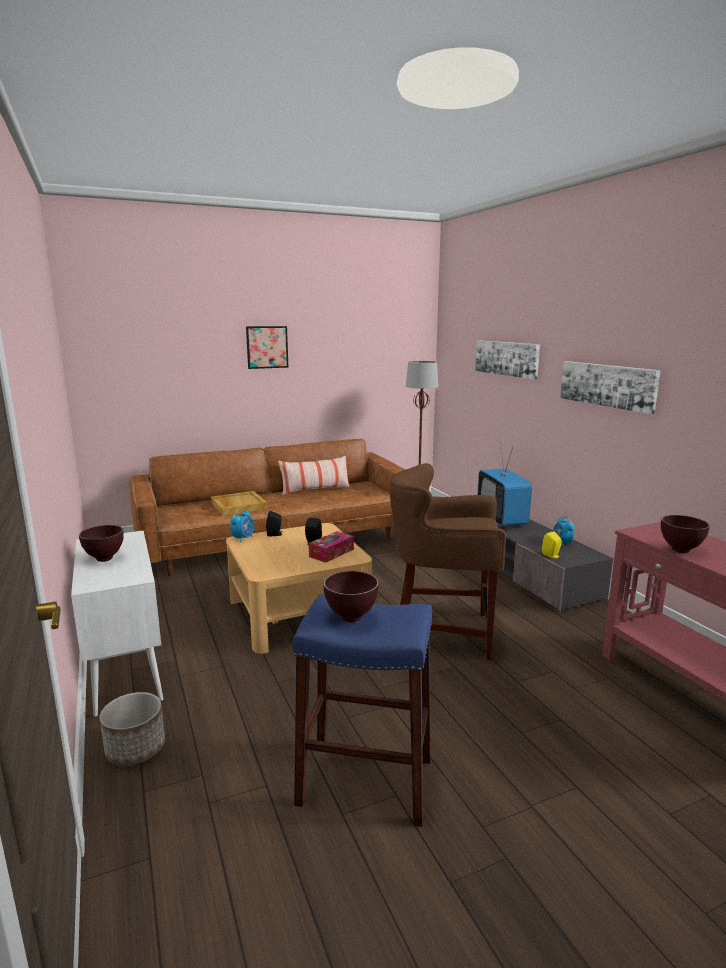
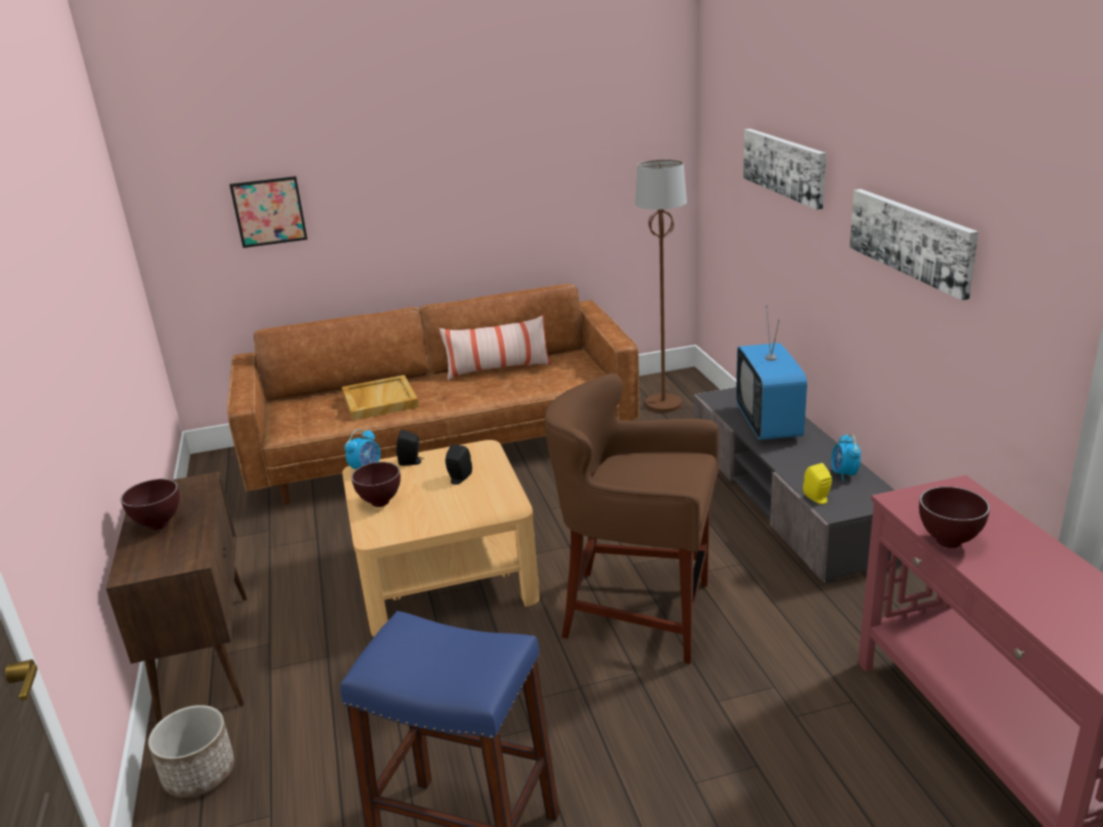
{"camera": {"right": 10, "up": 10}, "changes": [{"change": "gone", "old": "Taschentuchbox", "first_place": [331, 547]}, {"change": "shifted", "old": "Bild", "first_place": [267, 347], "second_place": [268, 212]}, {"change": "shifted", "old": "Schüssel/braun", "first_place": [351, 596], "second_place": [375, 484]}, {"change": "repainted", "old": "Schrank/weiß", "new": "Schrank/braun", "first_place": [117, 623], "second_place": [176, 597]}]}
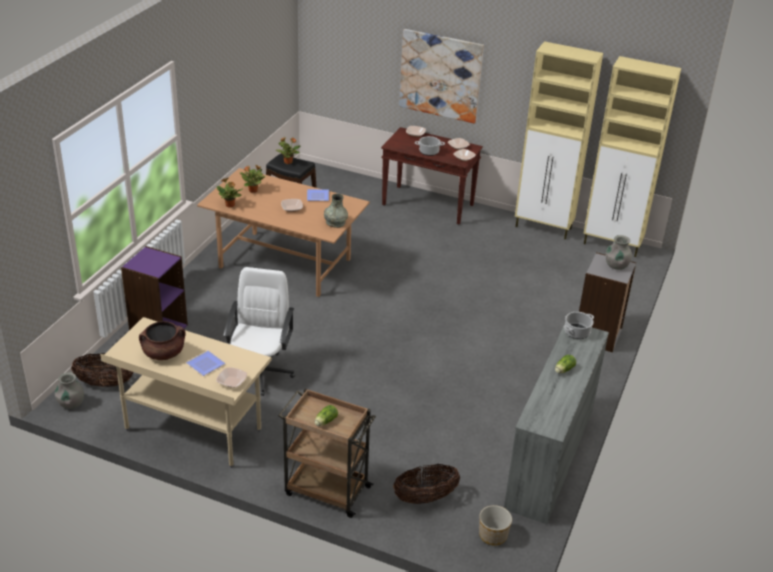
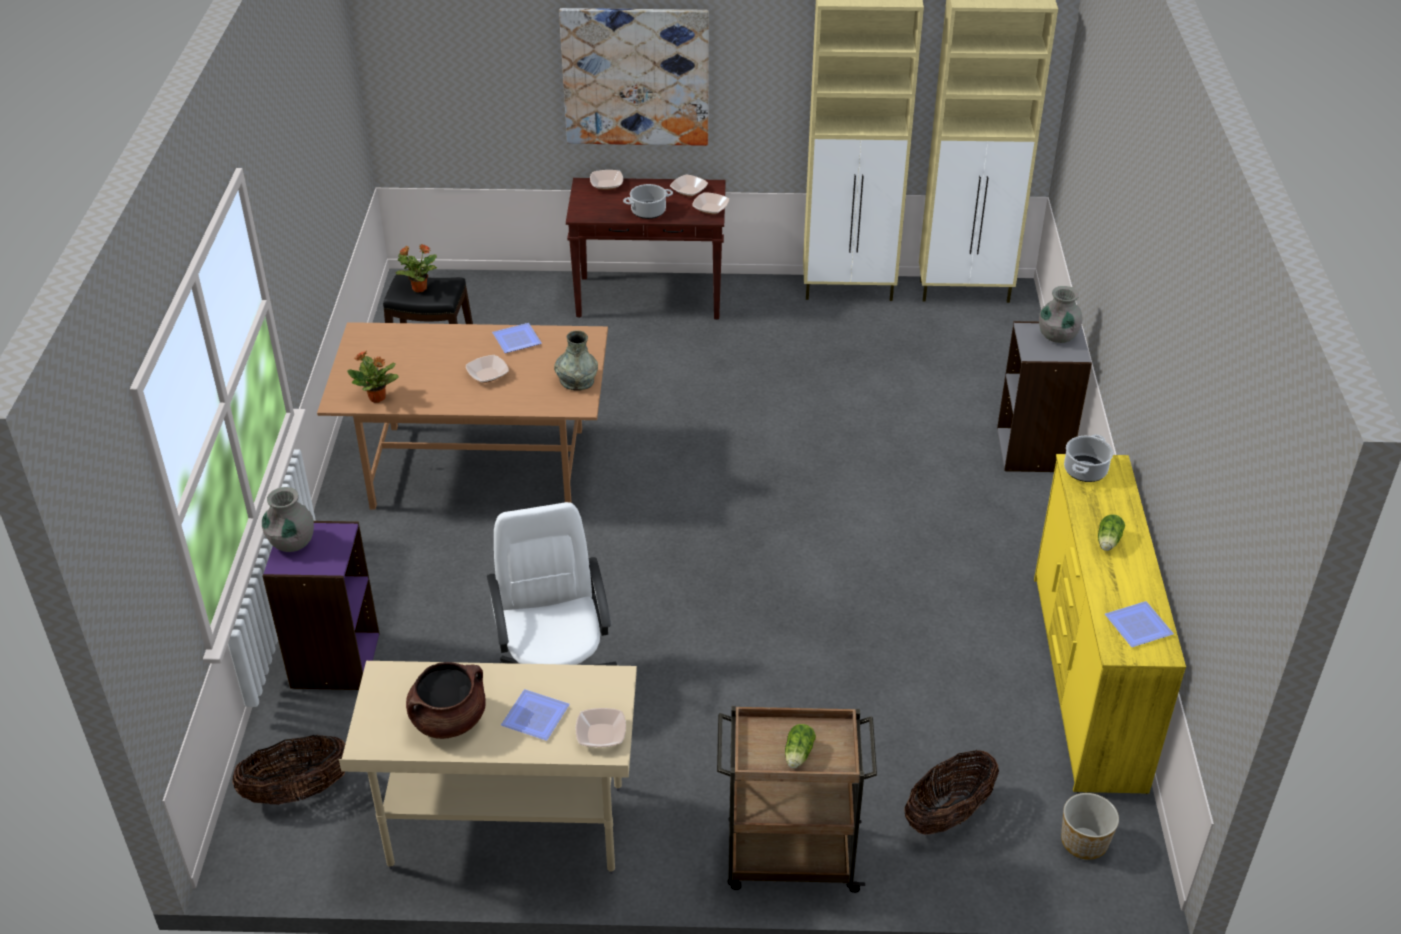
{"camera": {"right": -20, "up": 5}, "changes": [{"change": "gone", "old": "Topfpflanze", "first_place": [252, 179]}, {"change": "new", "new": "Teller", "second_place": [1139, 624]}, {"change": "shifted", "old": "Vase/grau", "first_place": [69, 390], "second_place": [288, 519]}, {"change": "repainted", "old": "Kommode/grau", "new": "Kommode/gelb", "first_place": [556, 424], "second_place": [1110, 624]}]}
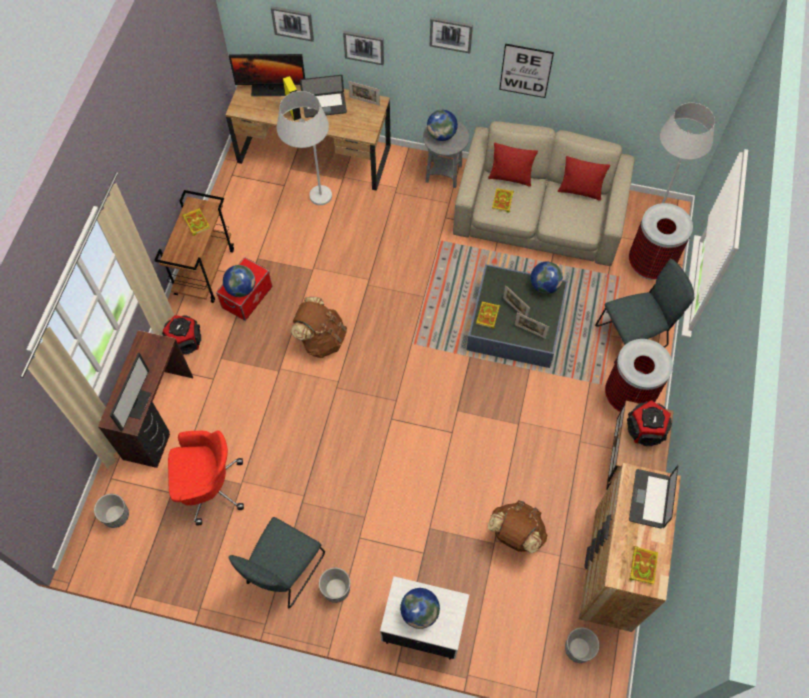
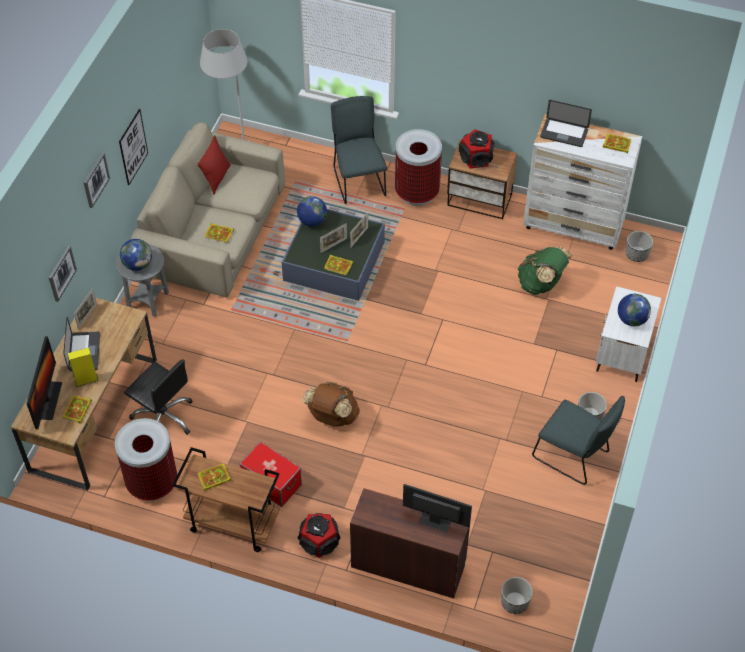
{"camera": {"right": -85, "up": -10}, "changes": [{"change": "gone", "old": "Bürostuhl/rot", "first_place": [206, 478]}, {"change": "gone", "old": "Globus", "first_place": [239, 281]}, {"change": "gone", "old": "Bild", "first_place": [292, 24]}, {"change": "gone", "old": "Kissen/rot", "first_place": [513, 165]}, {"change": "new", "new": "Buch", "second_place": [77, 409]}, {"change": "shifted", "old": "Mülleimer", "first_place": [661, 241], "second_place": [146, 459]}, {"change": "swapped", "old": "Stehlampe/weiß", "new": "Bürostuhl/schwarz", "first_place": [304, 148], "second_place": [158, 397]}, {"change": "repainted", "old": "Rucksack/braun", "new": "Rucksack/grün", "first_place": [517, 526], "second_place": [545, 271]}, {"change": "repainted", "old": "Kommode/braun", "new": "Kommode/weiß", "first_place": [630, 547], "second_place": [582, 182]}]}
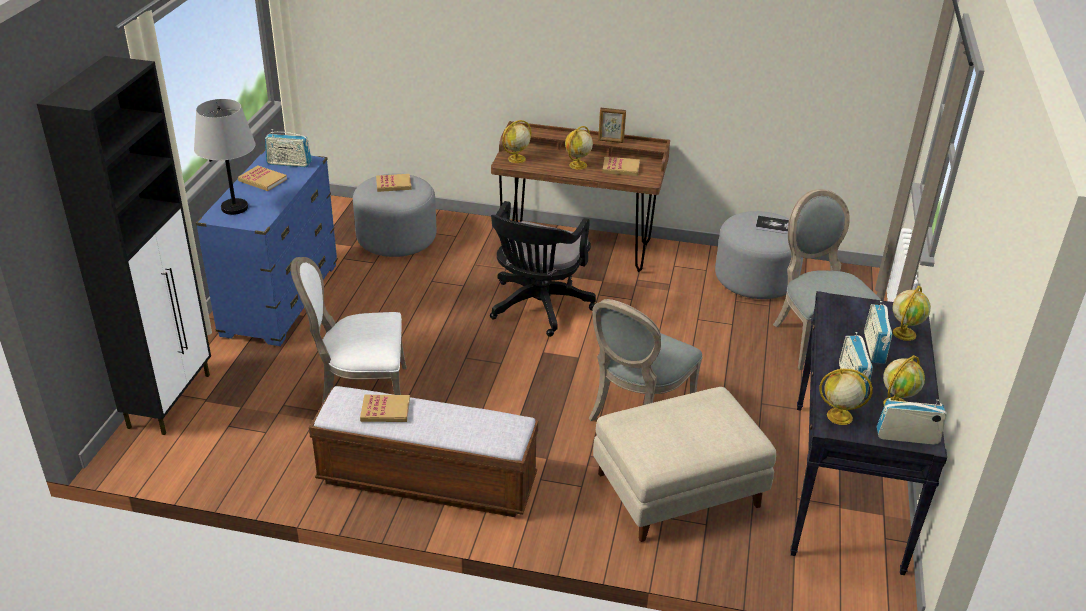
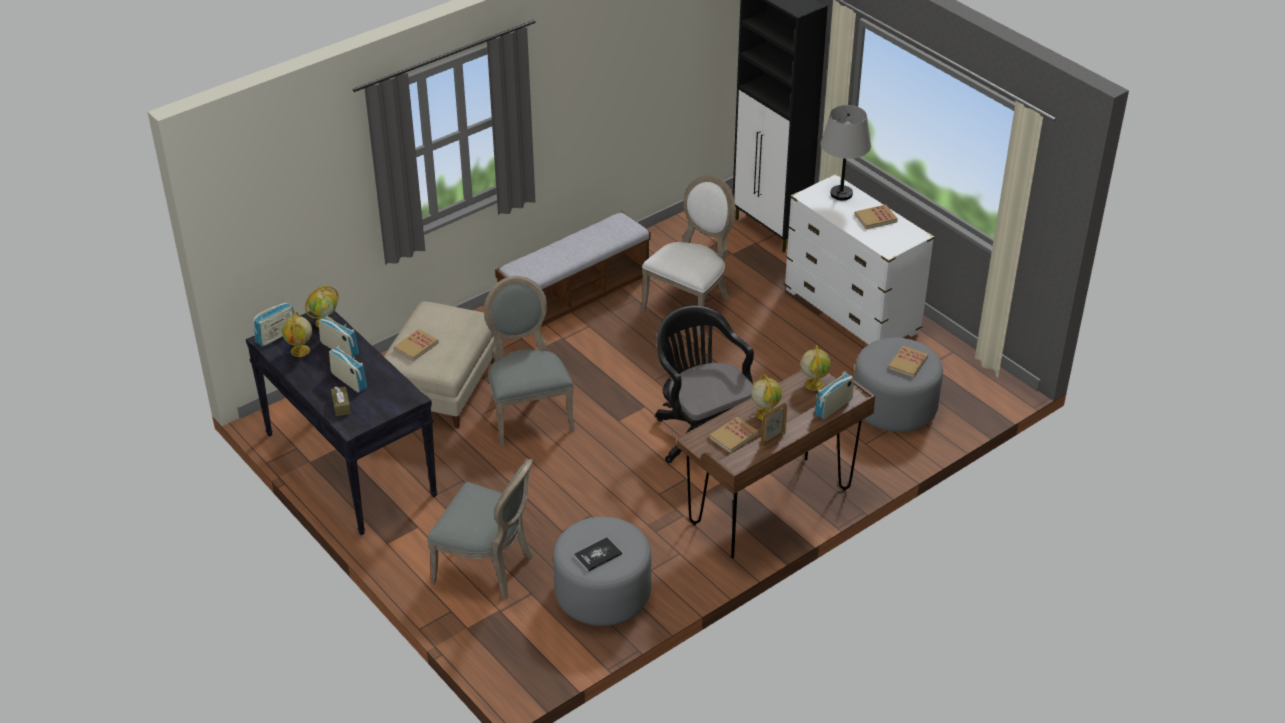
{"camera": {"right": 130, "up": 5}, "changes": [{"change": "shifted", "old": "Radio", "first_place": [288, 148], "second_place": [834, 395]}, {"change": "shifted", "old": "Buch", "first_place": [385, 408], "second_place": [416, 345]}, {"change": "swapped", "old": "Globus", "new": "Taschentuchbox/braun", "first_place": [912, 313], "second_place": [341, 401]}, {"change": "repainted", "old": "Kommode/blau", "new": "Kommode/weiß", "first_place": [267, 247], "second_place": [859, 259]}]}
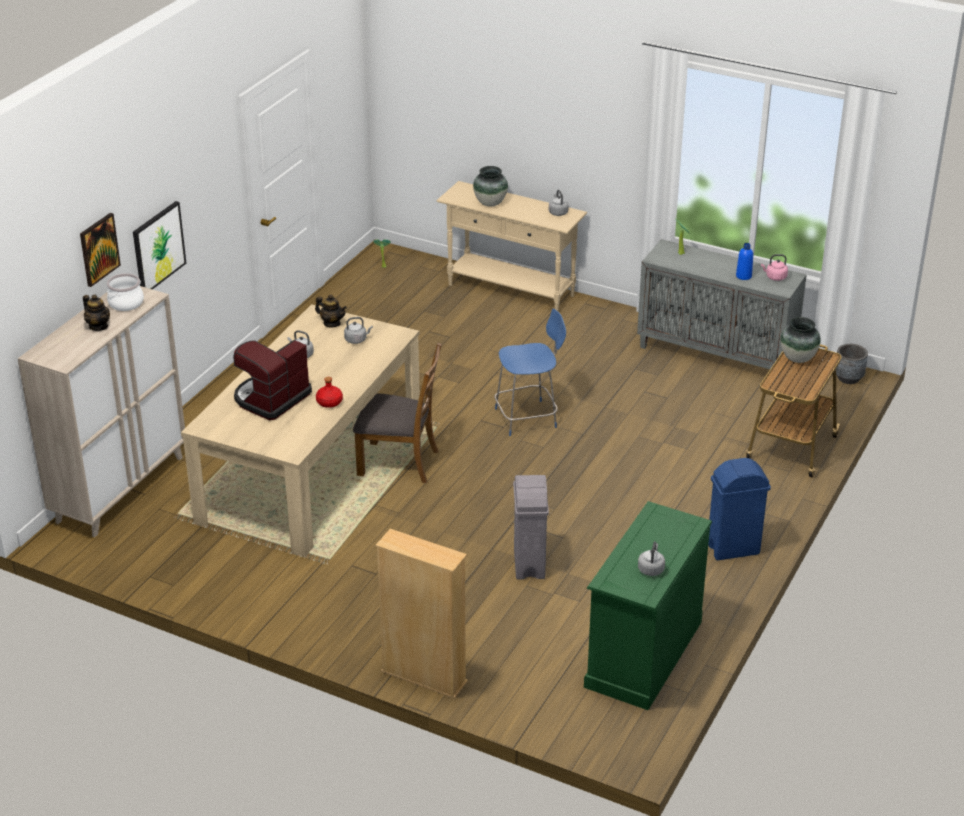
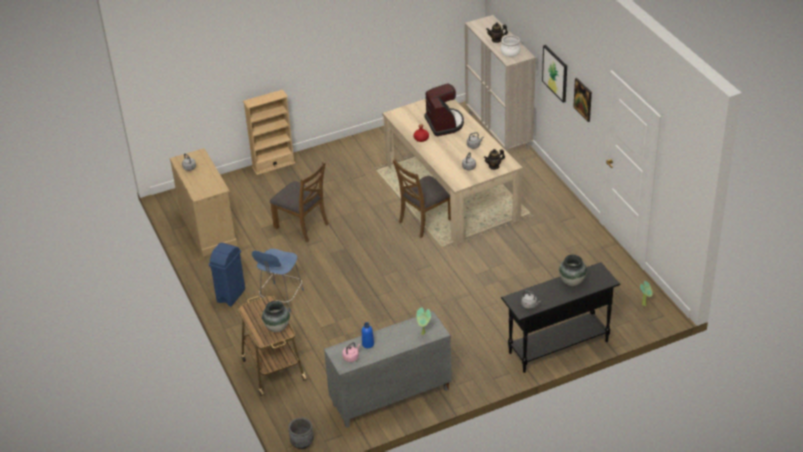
{"camera": {"right": 130, "up": 5}, "changes": [{"change": "shifted", "old": "Bild", "first_place": [100, 250], "second_place": [582, 100]}, {"change": "shifted", "old": "Stuhl/blau", "first_place": [530, 372], "second_place": [278, 280]}, {"change": "swapped", "old": "Mülleimer/grau", "new": "Stuhl/braun", "first_place": [531, 527], "second_place": [299, 201]}, {"change": "repainted", "old": "Konsolentisch/beige", "new": "Konsolentisch/schwarz", "first_place": [512, 246], "second_place": [560, 317]}, {"change": "repainted", "old": "Kommode/grün", "new": "Kommode/beige", "first_place": [648, 605], "second_place": [204, 202]}]}
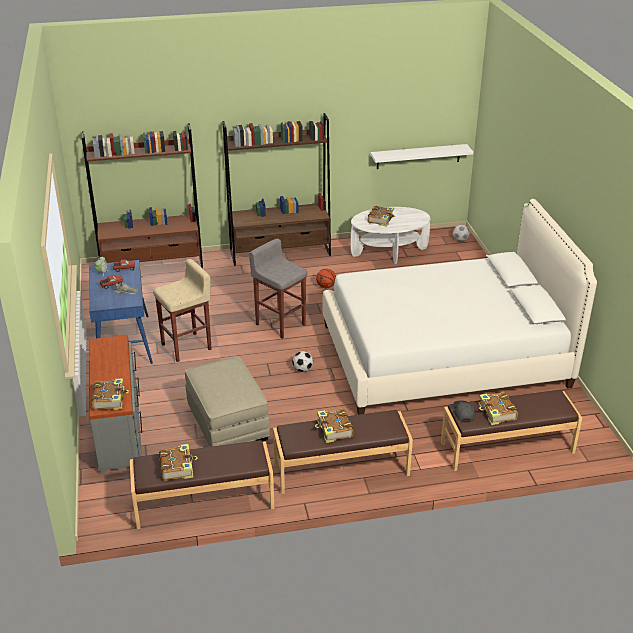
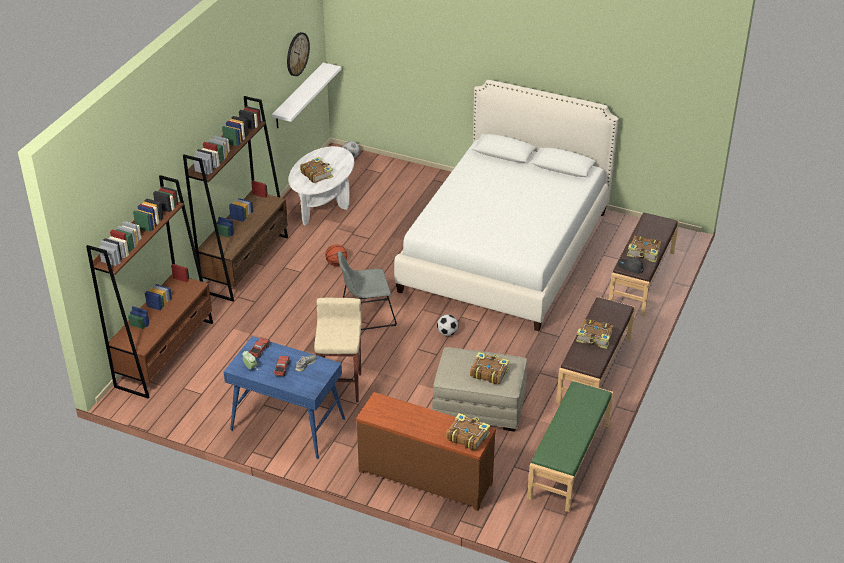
{"camera": {"right": -55, "up": 5}, "changes": [{"change": "new", "new": "Wanduhr", "second_place": [298, 54]}, {"change": "shifted", "old": "Buch", "first_place": [178, 462], "second_place": [489, 368]}, {"change": "swapped", "old": "Hocker/grau", "new": "Stuhl/grau", "first_place": [278, 289], "second_place": [367, 290]}, {"change": "repainted", "old": "Kommode/grau", "new": "Kommode/braun", "first_place": [115, 404], "second_place": [426, 451]}, {"change": "repainted", "old": "Bank/braun", "new": "Bank/grün", "first_place": [202, 484], "second_place": [570, 446]}]}
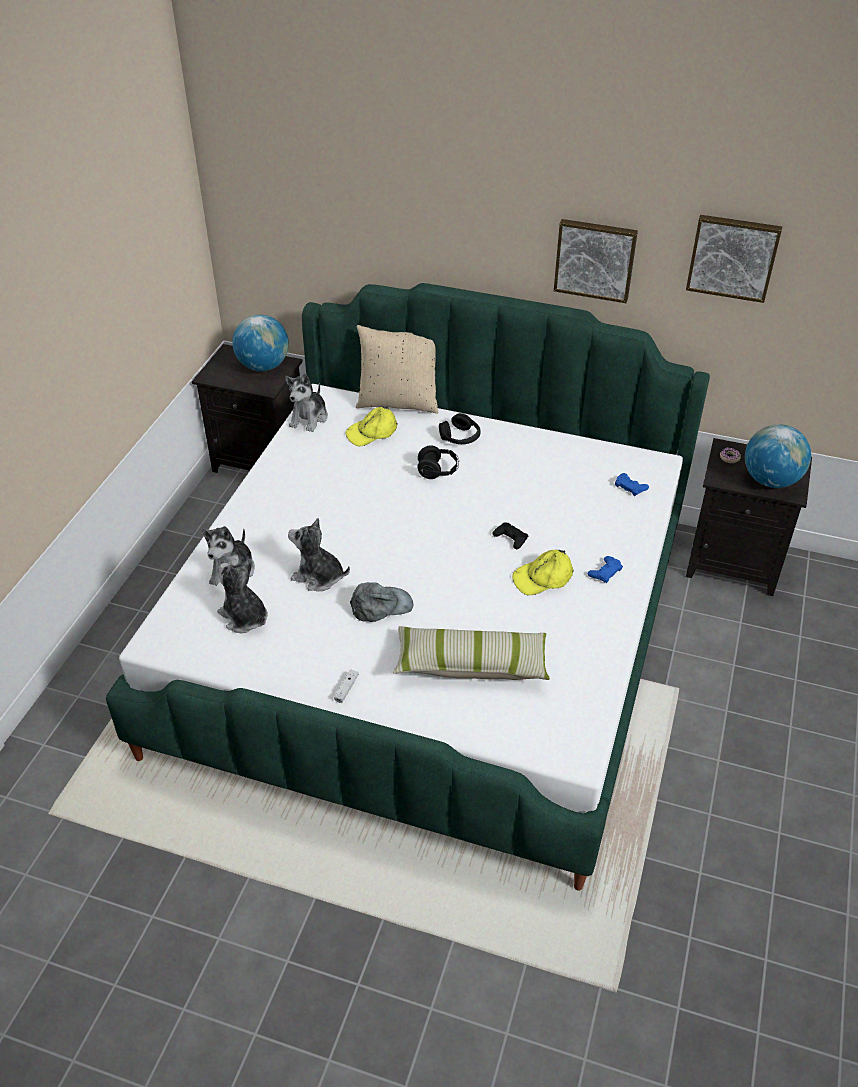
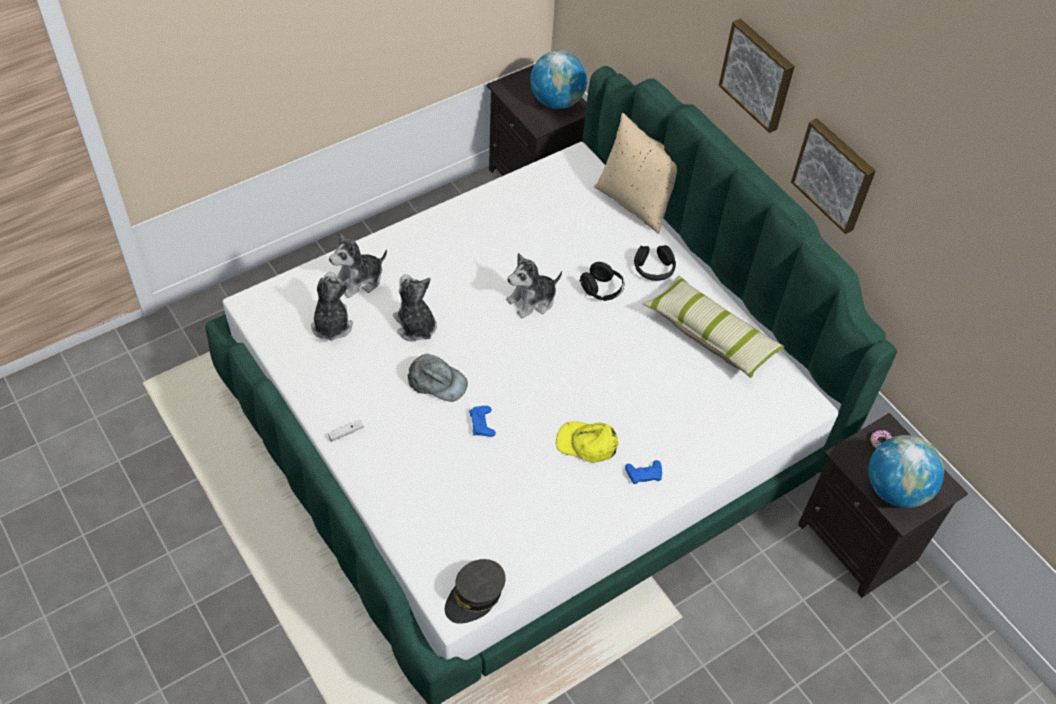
{"camera": {"right": 35, "up": 10}, "changes": [{"change": "gone", "old": "Kappe/gelb", "first_place": [372, 427]}, {"change": "gone", "old": "Gamepad/schwarz", "first_place": [510, 535]}, {"change": "new", "new": "Kappe/grau", "second_place": [475, 591]}, {"change": "shifted", "old": "Plüschtier", "first_place": [306, 402], "second_place": [534, 285]}, {"change": "shifted", "old": "Kissen", "first_place": [471, 653], "second_place": [713, 327]}, {"change": "shifted", "old": "Gamepad/blau", "first_place": [632, 484], "second_place": [482, 421]}, {"change": "shifted", "old": "Bild", "first_place": [734, 259], "second_place": [757, 76]}]}
